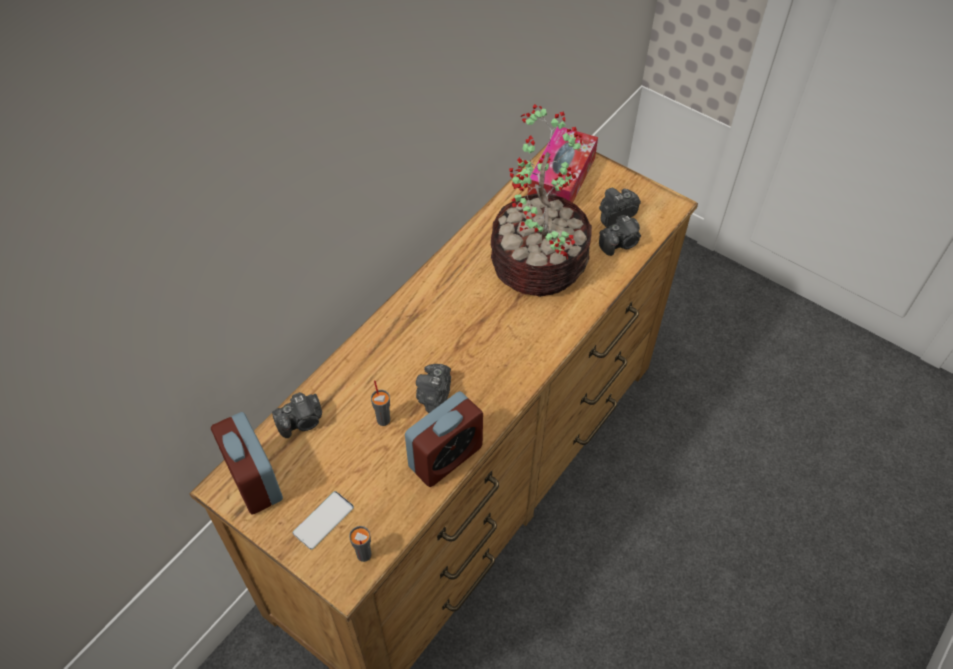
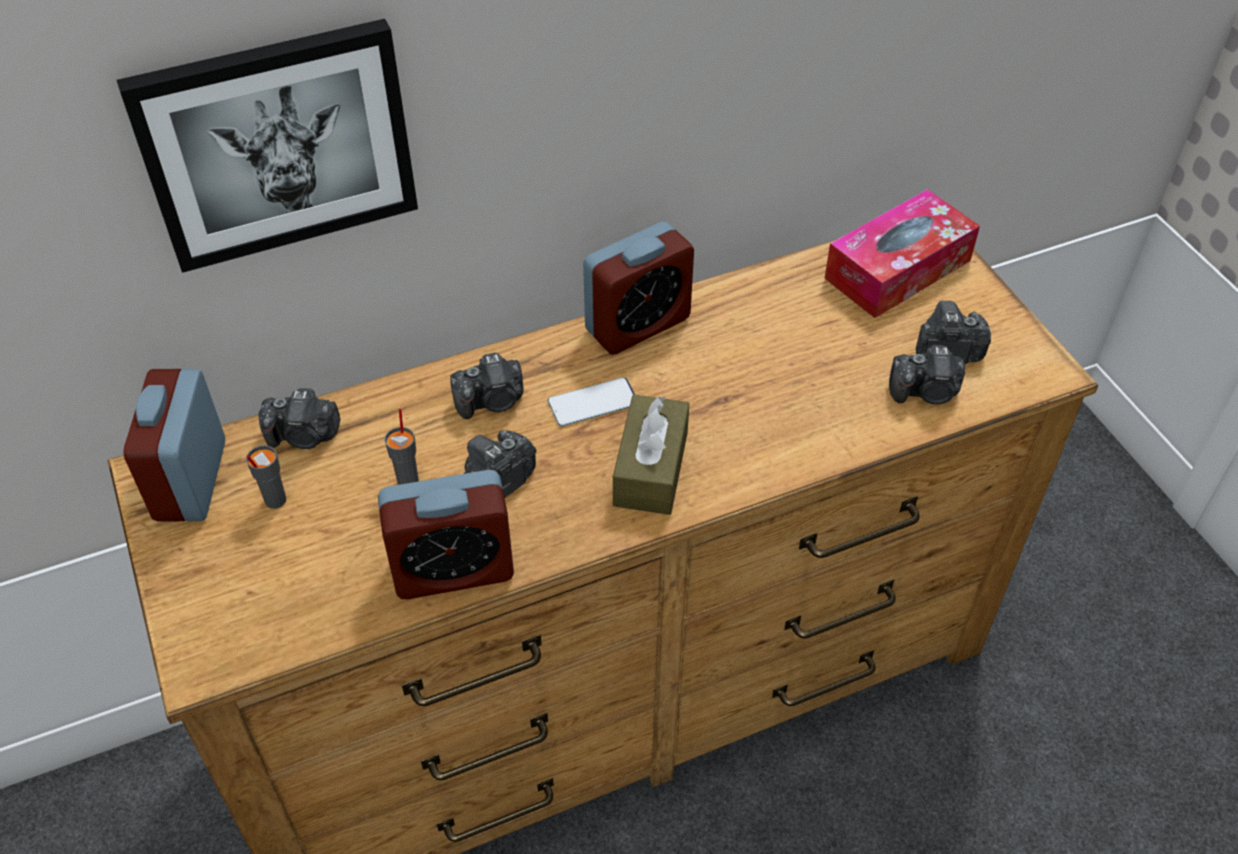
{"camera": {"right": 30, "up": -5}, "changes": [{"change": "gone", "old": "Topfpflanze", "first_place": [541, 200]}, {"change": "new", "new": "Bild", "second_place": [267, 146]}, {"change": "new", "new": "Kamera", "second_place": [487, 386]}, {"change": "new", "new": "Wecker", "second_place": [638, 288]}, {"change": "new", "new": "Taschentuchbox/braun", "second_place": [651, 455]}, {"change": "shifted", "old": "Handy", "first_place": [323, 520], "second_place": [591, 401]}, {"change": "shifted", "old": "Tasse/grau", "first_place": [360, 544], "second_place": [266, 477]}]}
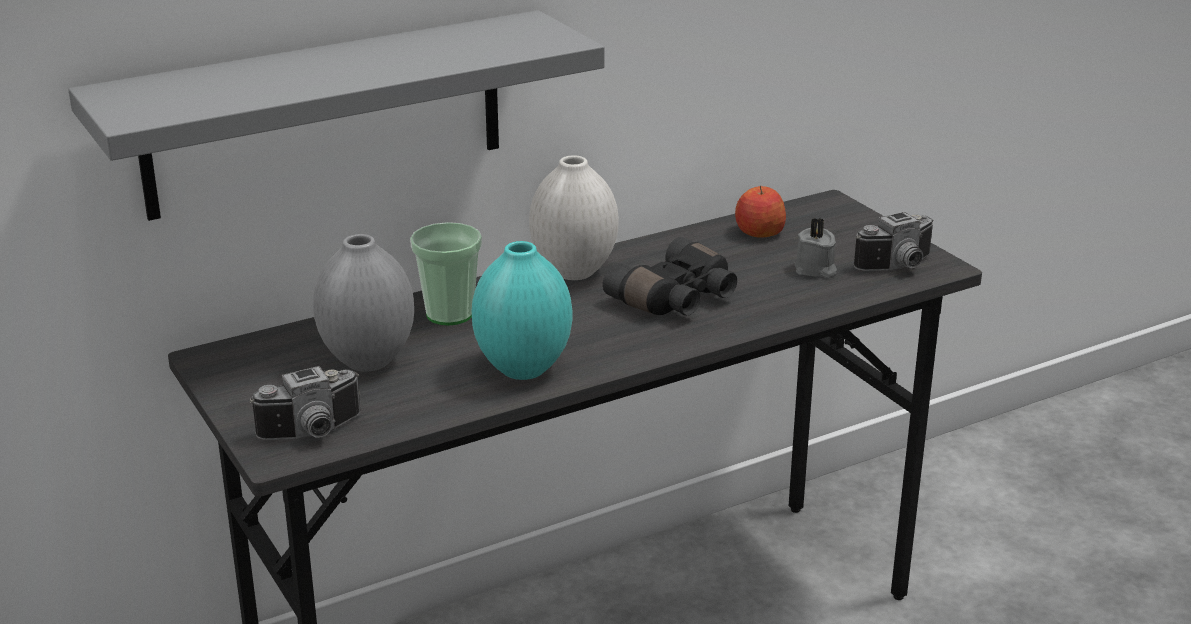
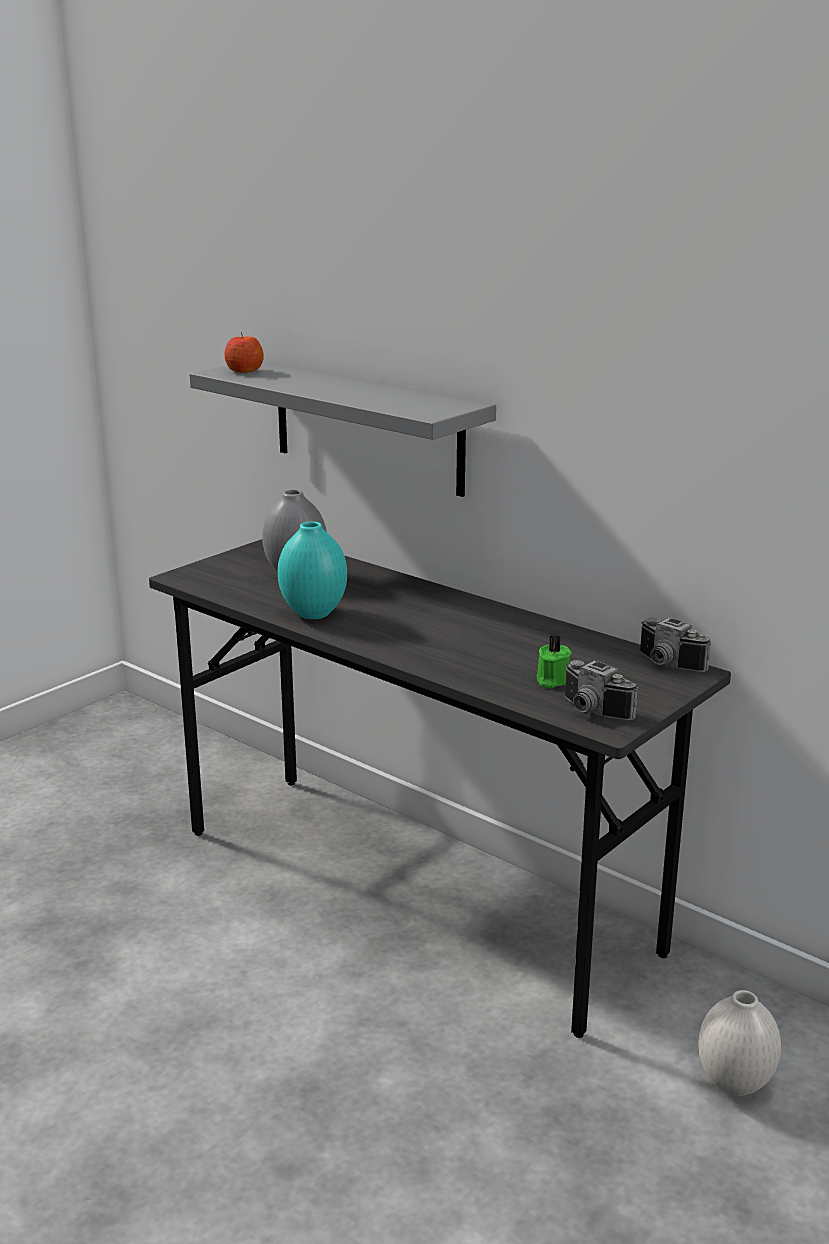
{"camera": {"right": 70, "up": -5}, "changes": [{"change": "gone", "old": "Tasse", "first_place": [446, 274]}, {"change": "gone", "old": "Fernglas/schwarz", "first_place": [670, 276]}, {"change": "shifted", "old": "Kamera", "first_place": [304, 403], "second_place": [675, 645]}, {"change": "shifted", "old": "Vase/weiß", "first_place": [574, 217], "second_place": [739, 1043]}, {"change": "shifted", "old": "Apfel", "first_place": [760, 211], "second_place": [244, 352]}, {"change": "repainted", "old": "Kerze/grau", "new": "Kerze/grün", "first_place": [816, 247], "second_place": [554, 661]}]}
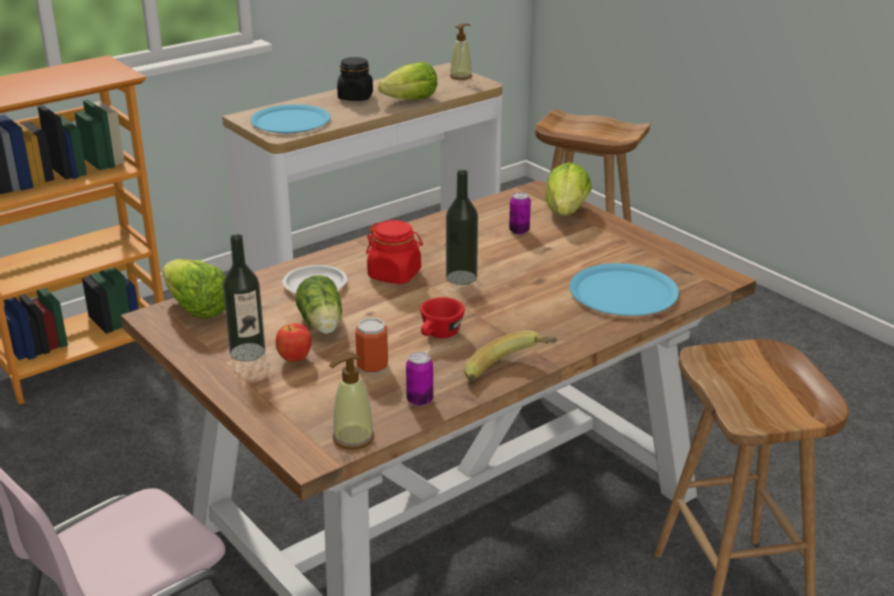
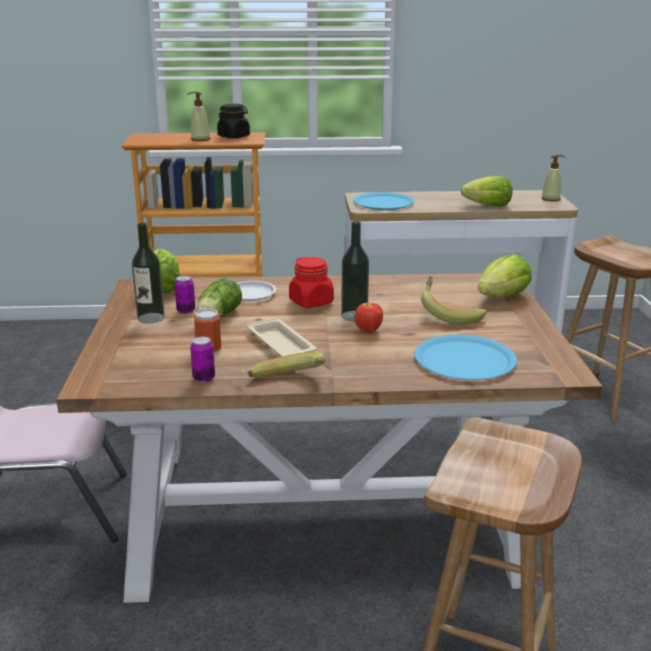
{"camera": {"right": 35, "up": -5}, "changes": [{"change": "new", "new": "Banane", "second_place": [454, 300]}, {"change": "shifted", "old": "Apfel", "first_place": [294, 342], "second_place": [368, 317]}, {"change": "shifted", "old": "Seifenspender", "first_place": [351, 401], "second_place": [198, 116]}, {"change": "shifted", "old": "Vorratsglas/schwarz", "first_place": [355, 79], "second_place": [233, 121]}, {"change": "shifted", "old": "Dose", "first_place": [520, 213], "second_place": [185, 295]}, {"change": "swapped", "old": "Tasse/rot", "new": "Tablett/beige", "first_place": [442, 317], "second_place": [282, 337]}]}
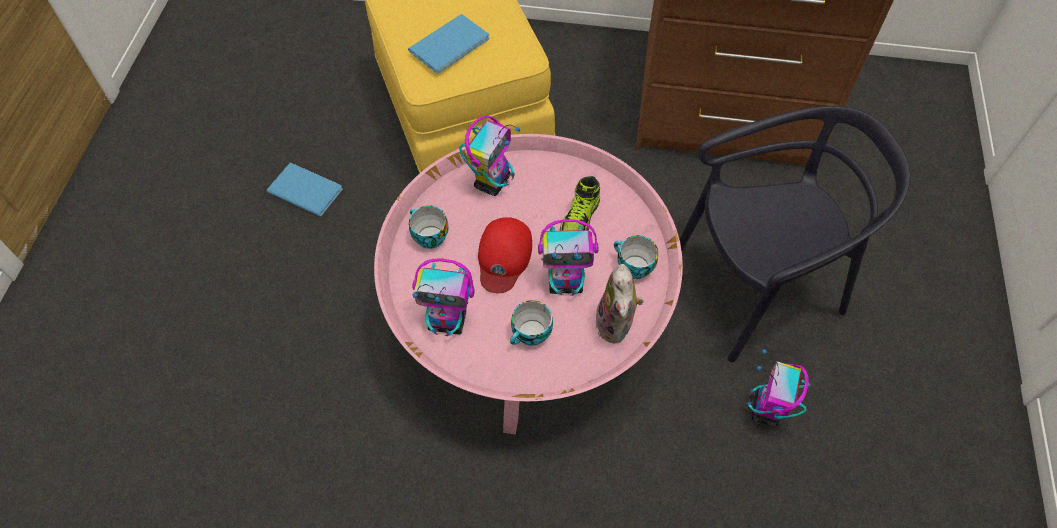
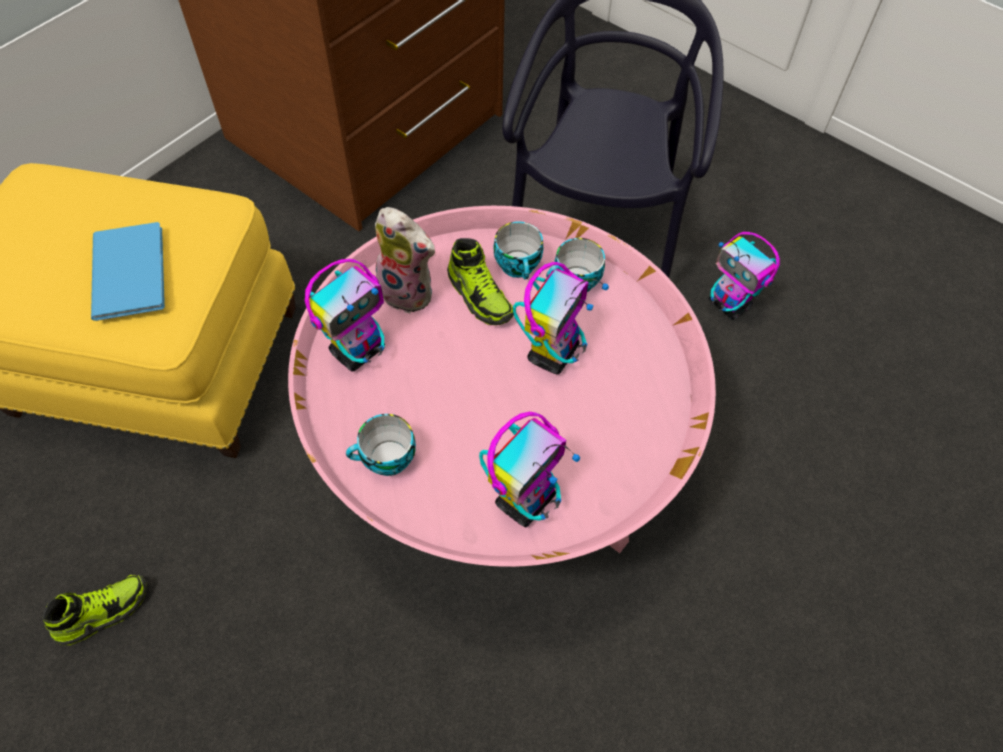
{"camera": {"right": -60, "up": 0}, "changes": [{"change": "gone", "old": "Kappe/rot", "first_place": [505, 255]}, {"change": "shifted", "old": "Tasse", "first_place": [531, 323], "second_place": [518, 251]}, {"change": "shifted", "old": "Plüschtier", "first_place": [619, 303], "second_place": [405, 260]}, {"change": "swapped", "old": "Buch/blau", "new": "Schuh", "first_place": [305, 190], "second_place": [95, 610]}, {"change": "rotated", "old": "Spielzeugroboter", "first_place": [489, 156], "second_place": [345, 315], "degrees": 75}]}
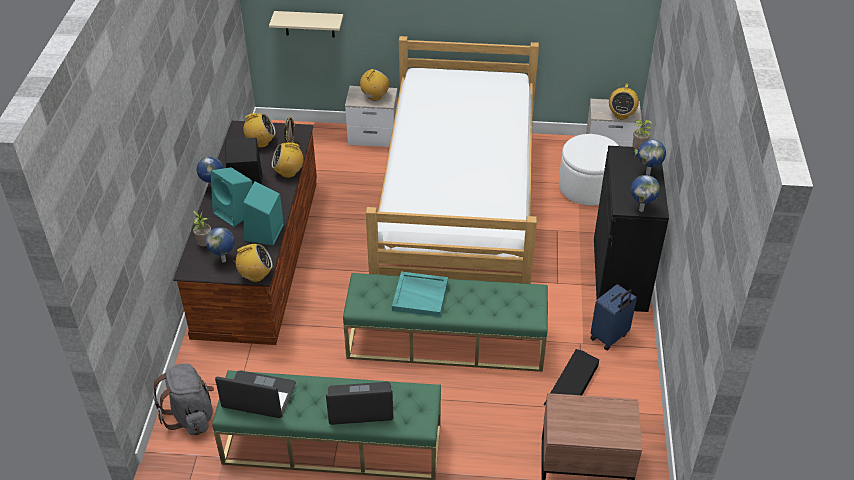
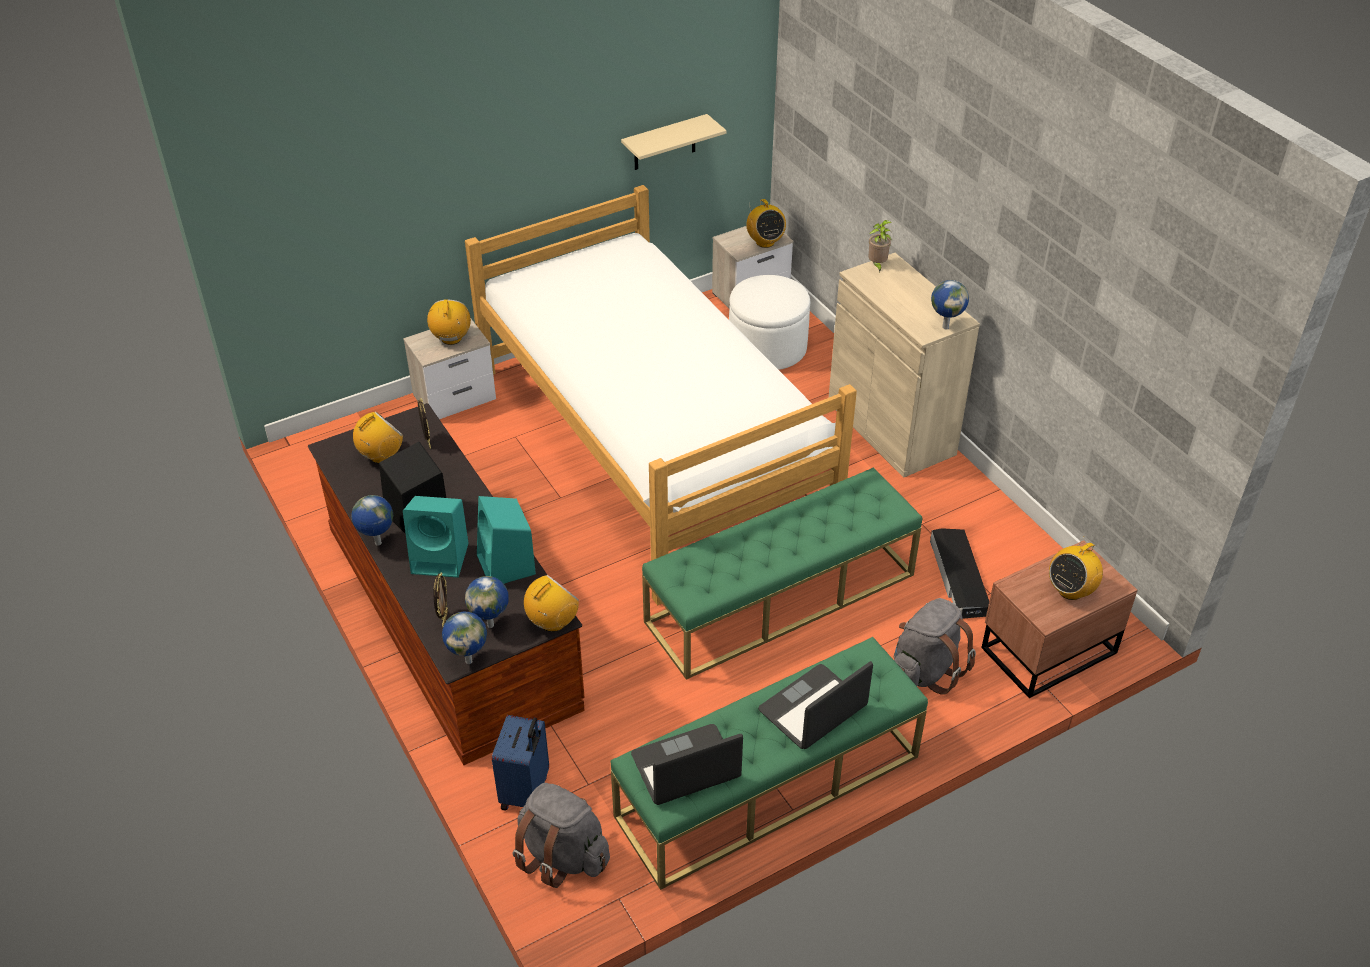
{"camera": {"right": -35, "up": 0}, "changes": [{"change": "gone", "old": "Tablett/türkis", "first_place": [420, 294]}, {"change": "new", "new": "Rucksack/grau", "second_place": [935, 646]}, {"change": "shifted", "old": "Wandregal/beige", "first_place": [306, 24], "second_place": [673, 142]}, {"change": "shifted", "old": "Radio", "first_place": [288, 160], "second_place": [1076, 570]}, {"change": "shifted", "old": "Koffer/blau", "first_place": [613, 317], "second_place": [520, 763]}, {"change": "shifted", "old": "Globus", "first_place": [652, 157], "second_place": [464, 638]}, {"change": "swapped", "old": "Topfpflanze", "new": "Bilderrahmen", "first_place": [202, 228], "second_place": [441, 599]}, {"change": "repainted", "old": "Schrank/schwarz", "new": "Schrank/beige", "first_place": [631, 229], "second_place": [904, 365]}]}
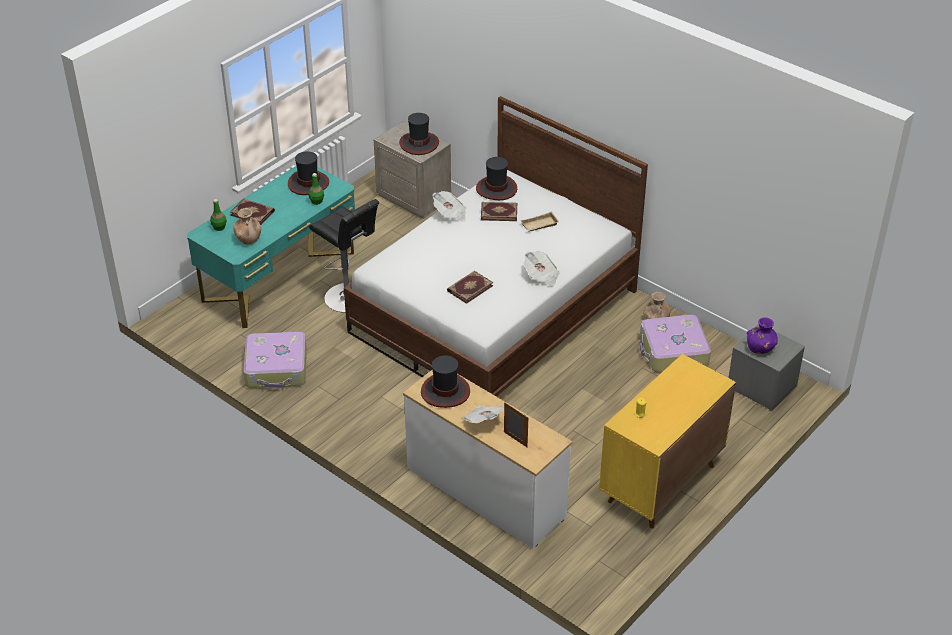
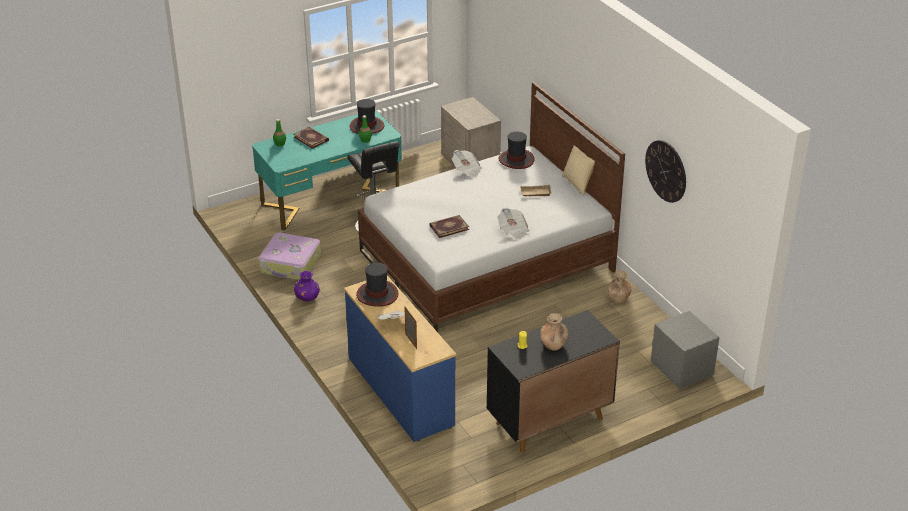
{"camera": {"right": 20, "up": -5}, "changes": [{"change": "gone", "old": "Hut", "first_place": [419, 134]}, {"change": "gone", "old": "Buch", "first_place": [499, 211]}, {"change": "gone", "old": "Koffer", "first_place": [675, 343]}, {"change": "new", "new": "Kissen", "second_place": [578, 170]}, {"change": "new", "new": "Wanduhr", "second_place": [665, 171]}, {"change": "shifted", "old": "Vase/braun", "first_place": [247, 226], "second_place": [554, 332]}, {"change": "shifted", "old": "Vase/lila", "first_place": [762, 335], "second_place": [307, 286]}, {"change": "repainted", "old": "Kommode/weiß", "new": "Kommode/blau", "first_place": [487, 459], "second_place": [400, 358]}, {"change": "repainted", "old": "Schrank/gelb", "new": "Schrank/schwarz", "first_place": [667, 441], "second_place": [553, 381]}]}
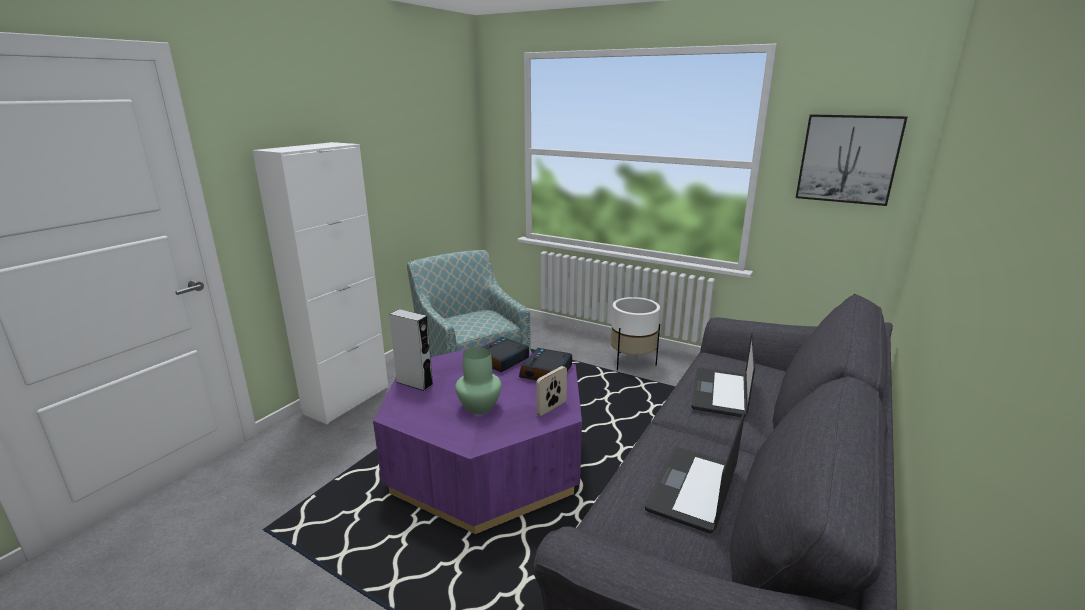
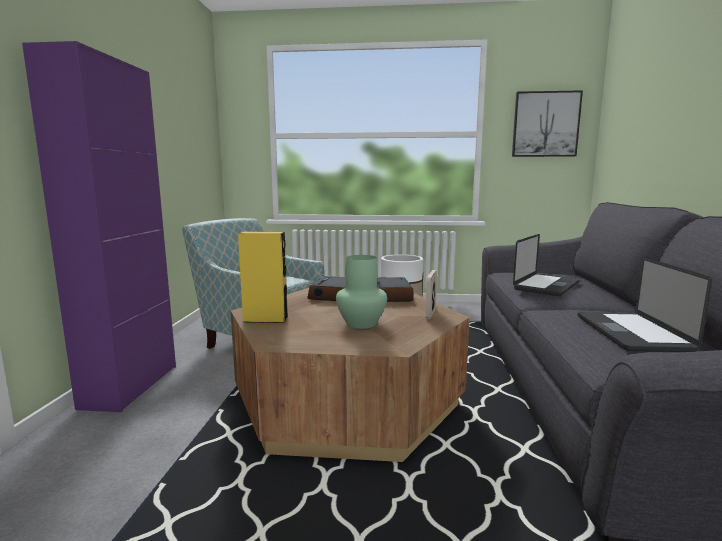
{"camera": {"right": -25, "up": -10}, "changes": [{"change": "repainted", "old": "Schrank/weiß", "new": "Schrank/lila", "first_place": [320, 283], "second_place": [99, 226]}, {"change": "repainted", "old": "Couchtisch/lila", "new": "Couchtisch/braun", "first_place": [477, 439], "second_place": [350, 375]}, {"change": "repainted", "old": "Lautsprecher/grau", "new": "Lautsprecher/gelb", "first_place": [411, 350], "second_place": [263, 277]}, {"change": "rotated", "old": "Laptop", "first_place": [723, 374], "second_place": [546, 265], "degrees": -135}]}
